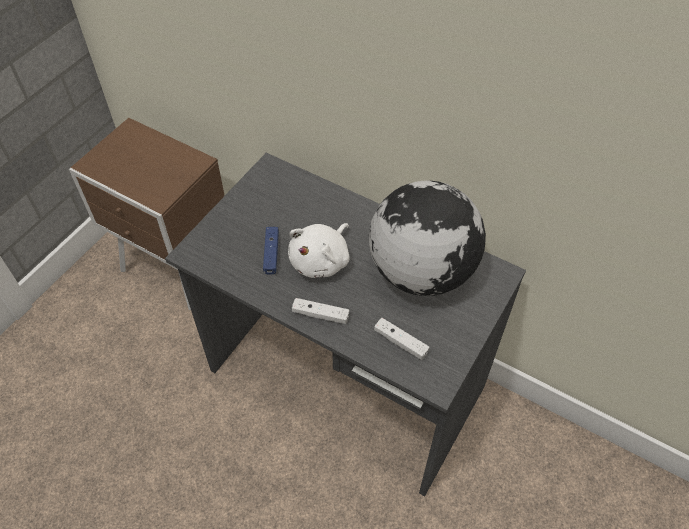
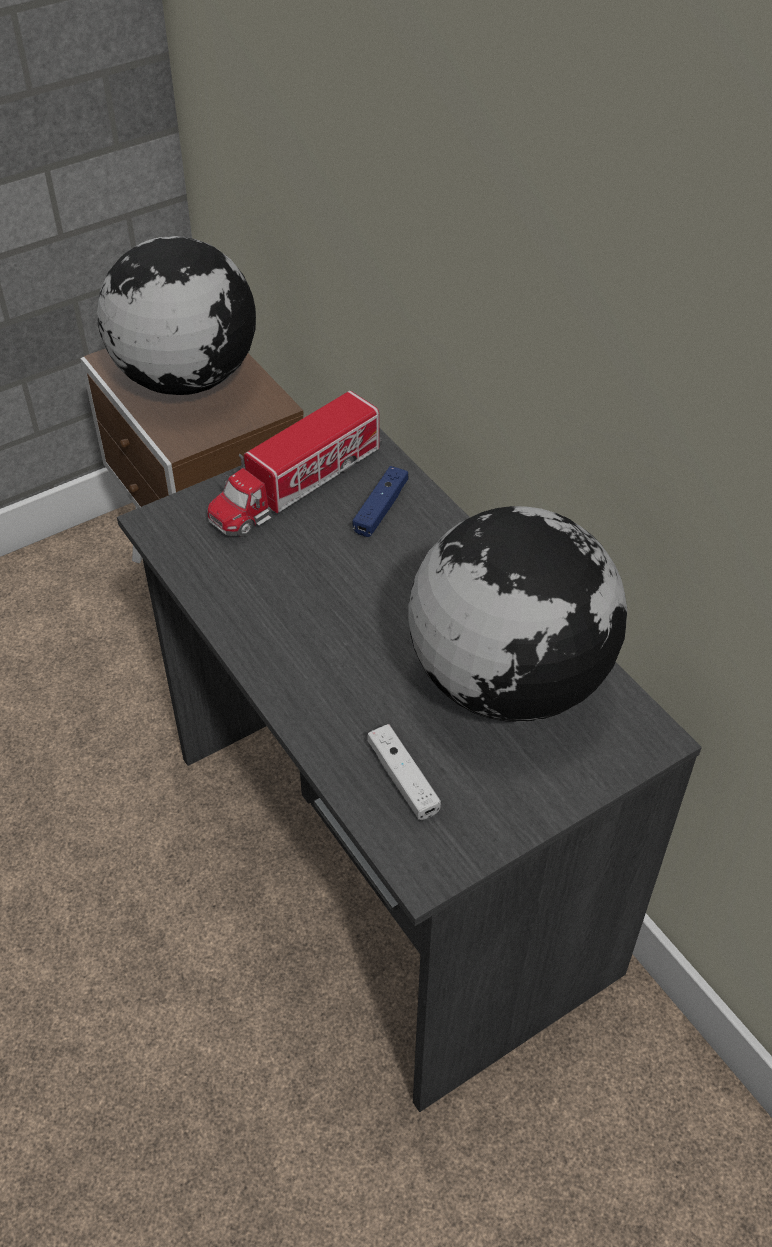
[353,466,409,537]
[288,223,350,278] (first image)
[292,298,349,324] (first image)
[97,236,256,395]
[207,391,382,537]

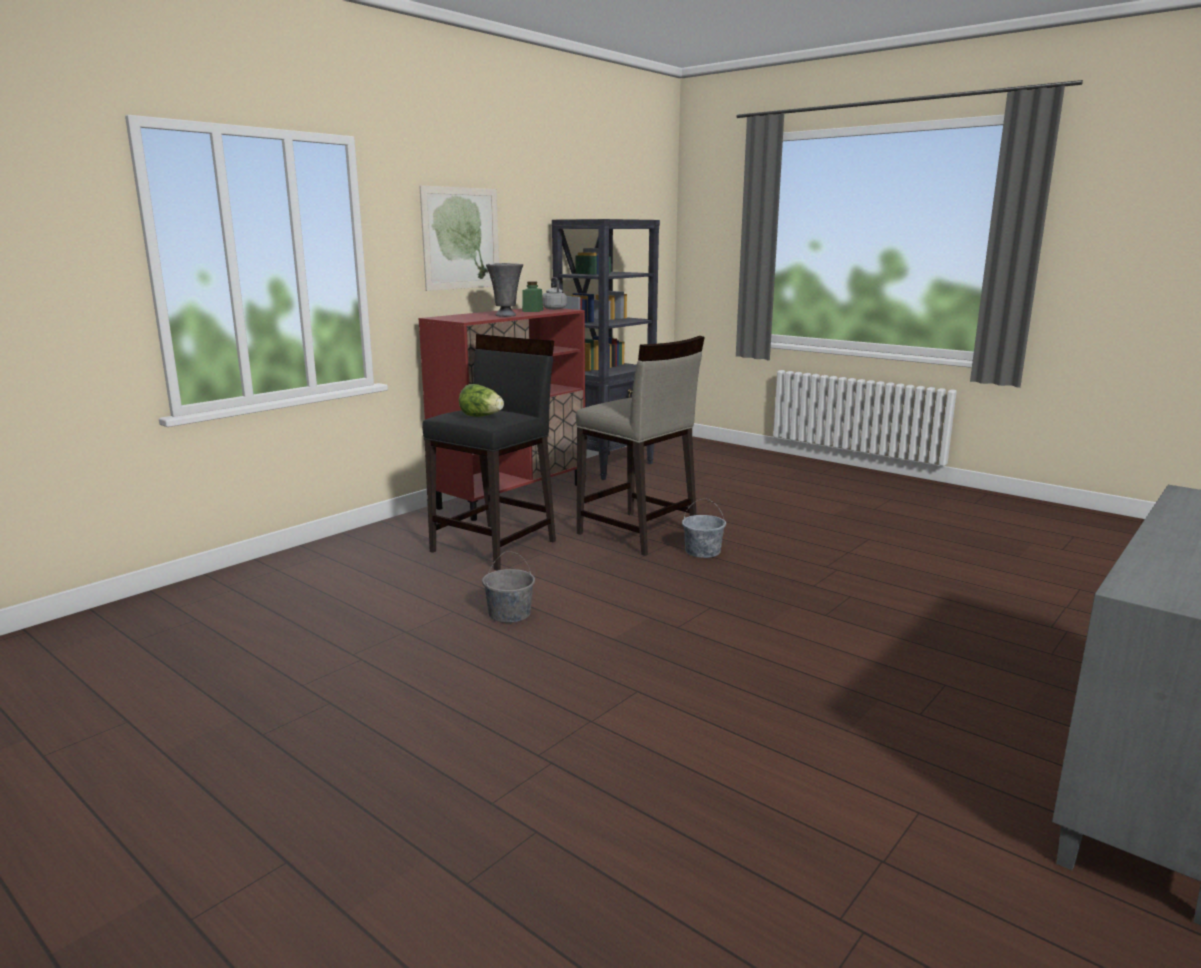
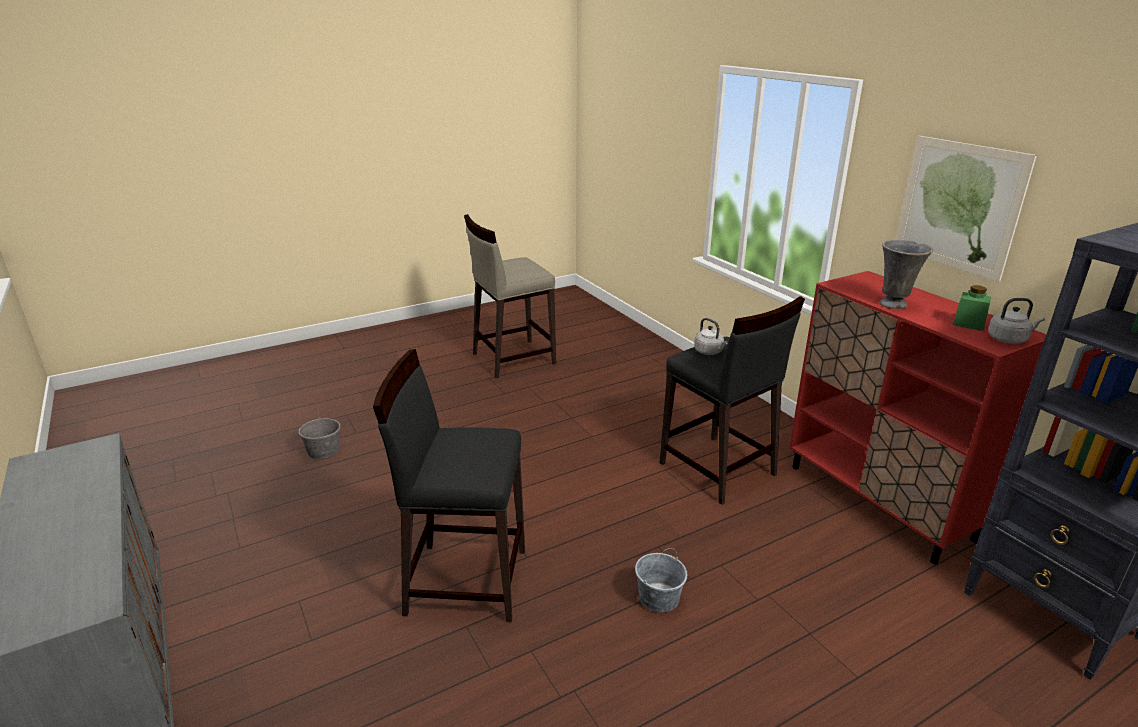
[694,318,728,355]
[298,409,341,459]
[464,214,556,378]
[373,349,525,622]

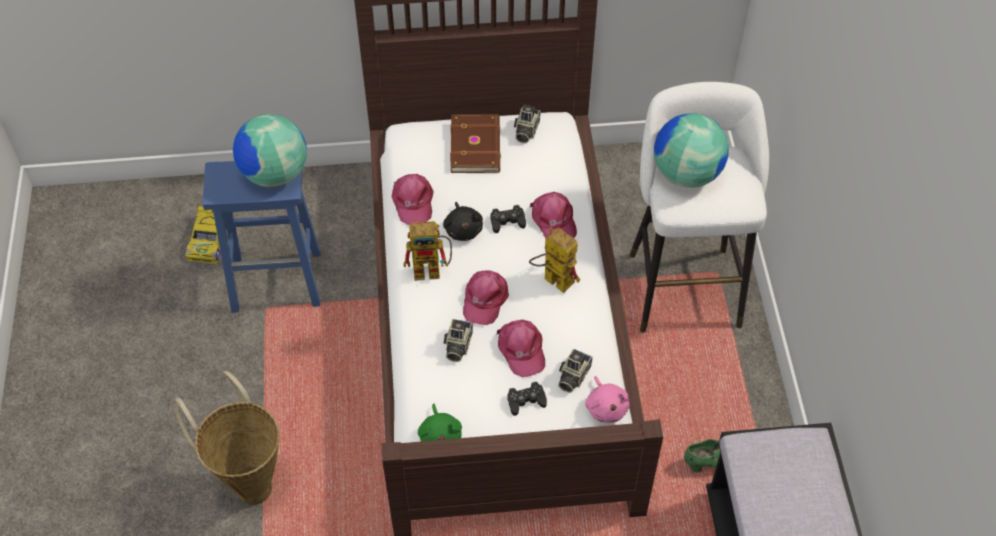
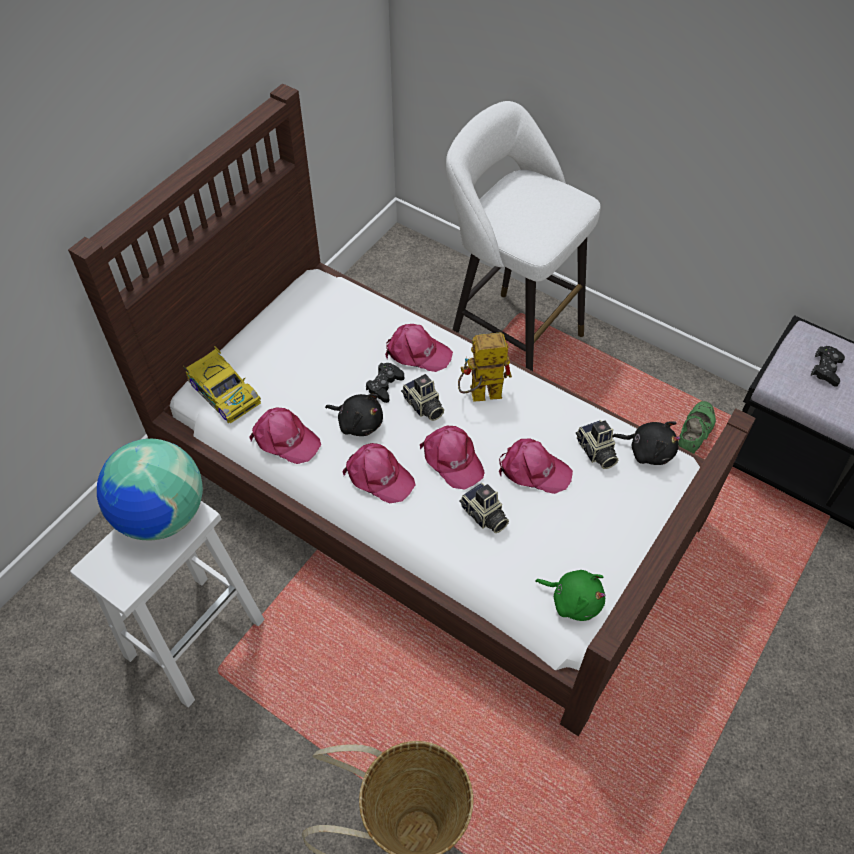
[183,346,261,423]
[70,501,265,708]
[343,443,415,503]
[450,114,501,173] (first image)
[811,346,845,387]
[401,374,444,421]
[612,421,681,465]
[654,113,729,188] (first image)

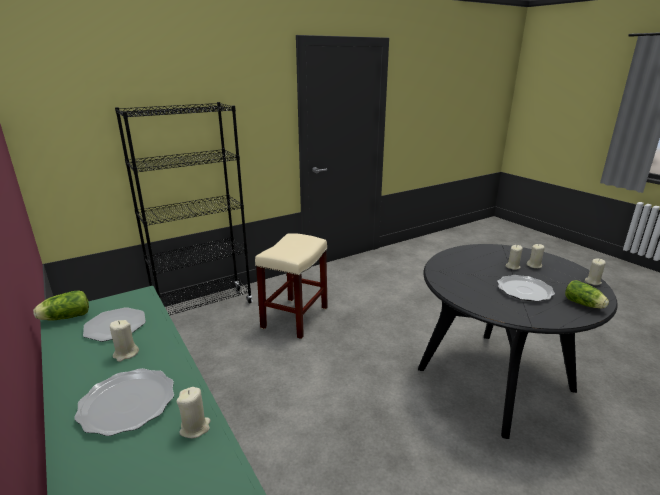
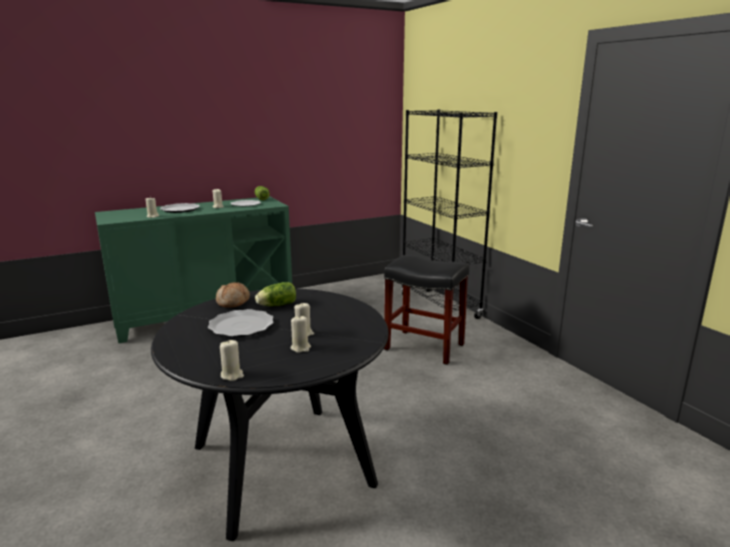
[384,255,469,365]
[255,282,296,306]
[216,282,250,308]

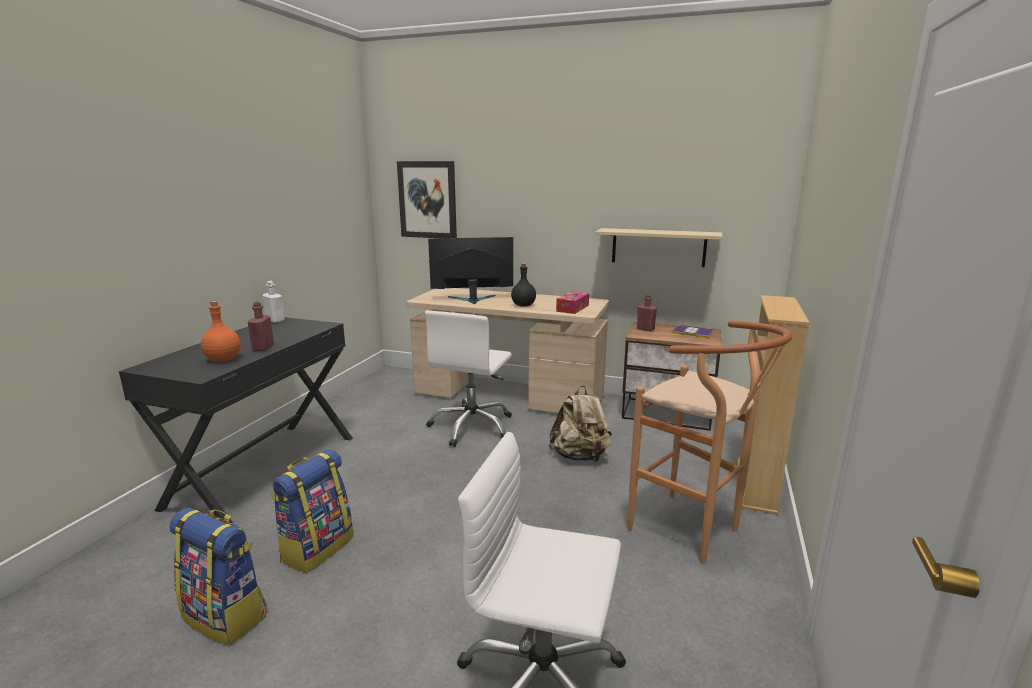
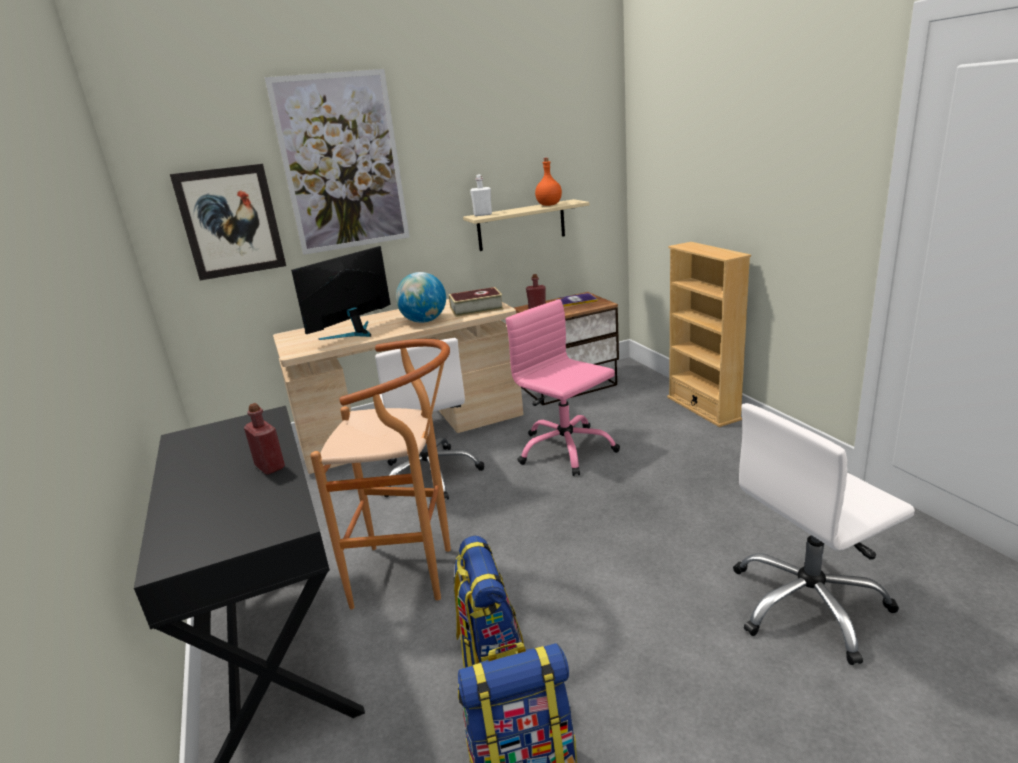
[535,158,562,206]
[470,174,492,216]
[396,272,446,323]
[506,299,620,476]
[449,287,504,317]
[310,339,451,609]
[265,69,410,255]

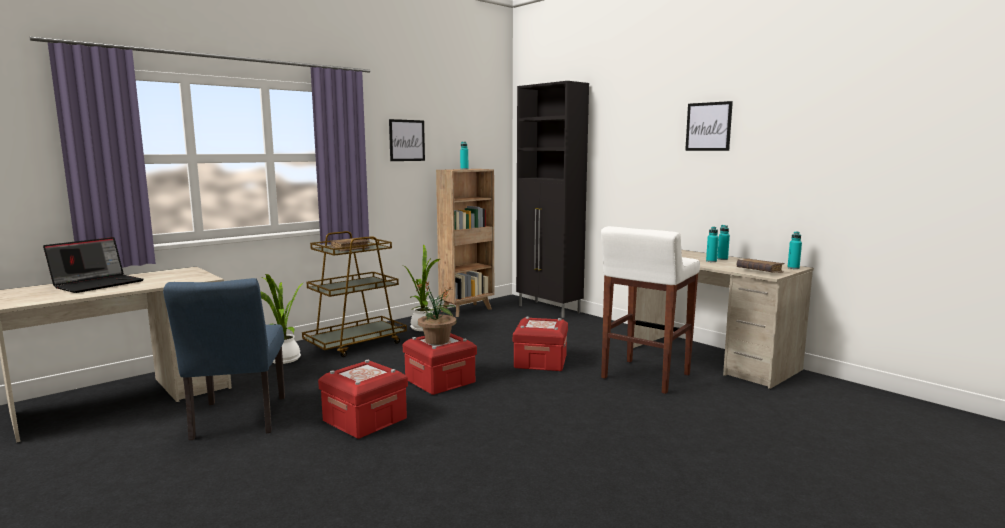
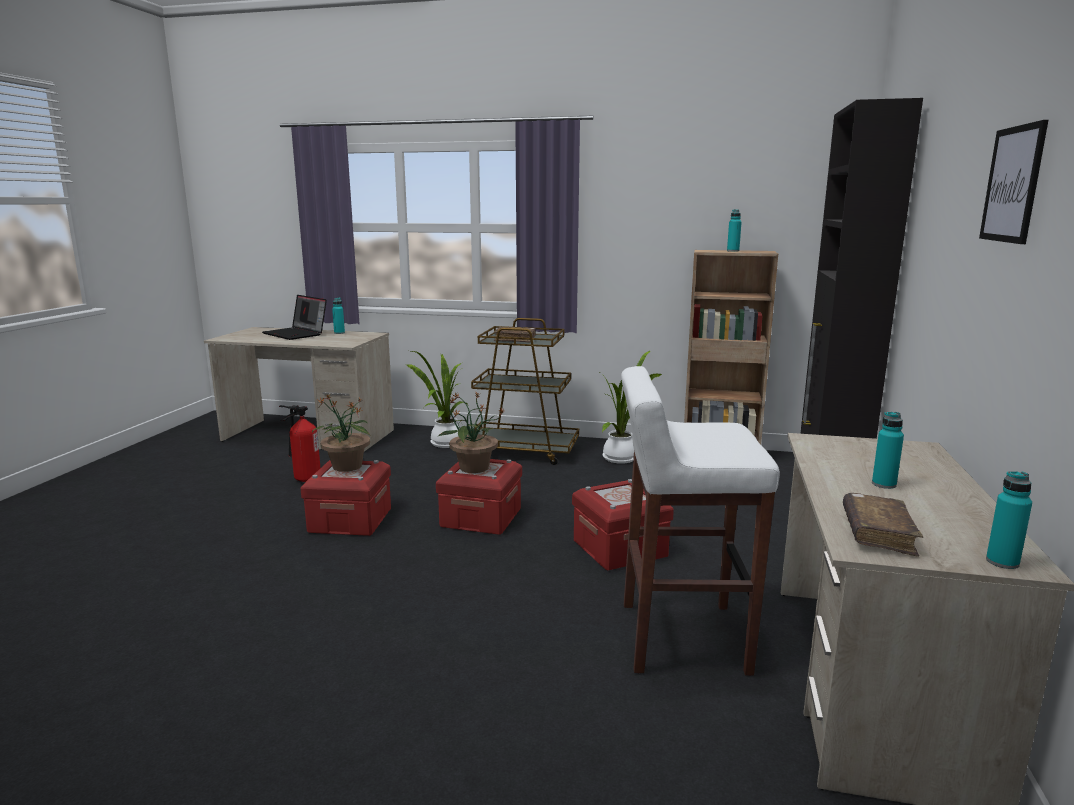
[262,295,327,340]
[279,405,320,482]
[389,119,425,161] (first image)
[332,298,345,334]
[312,394,370,472]

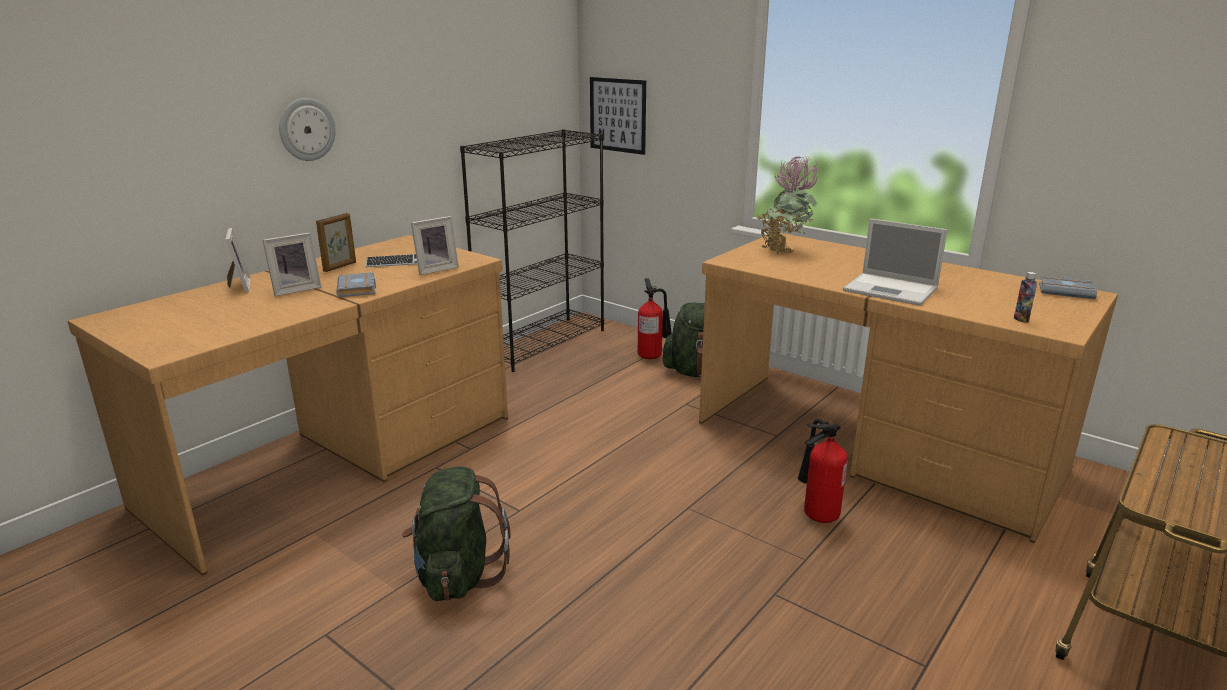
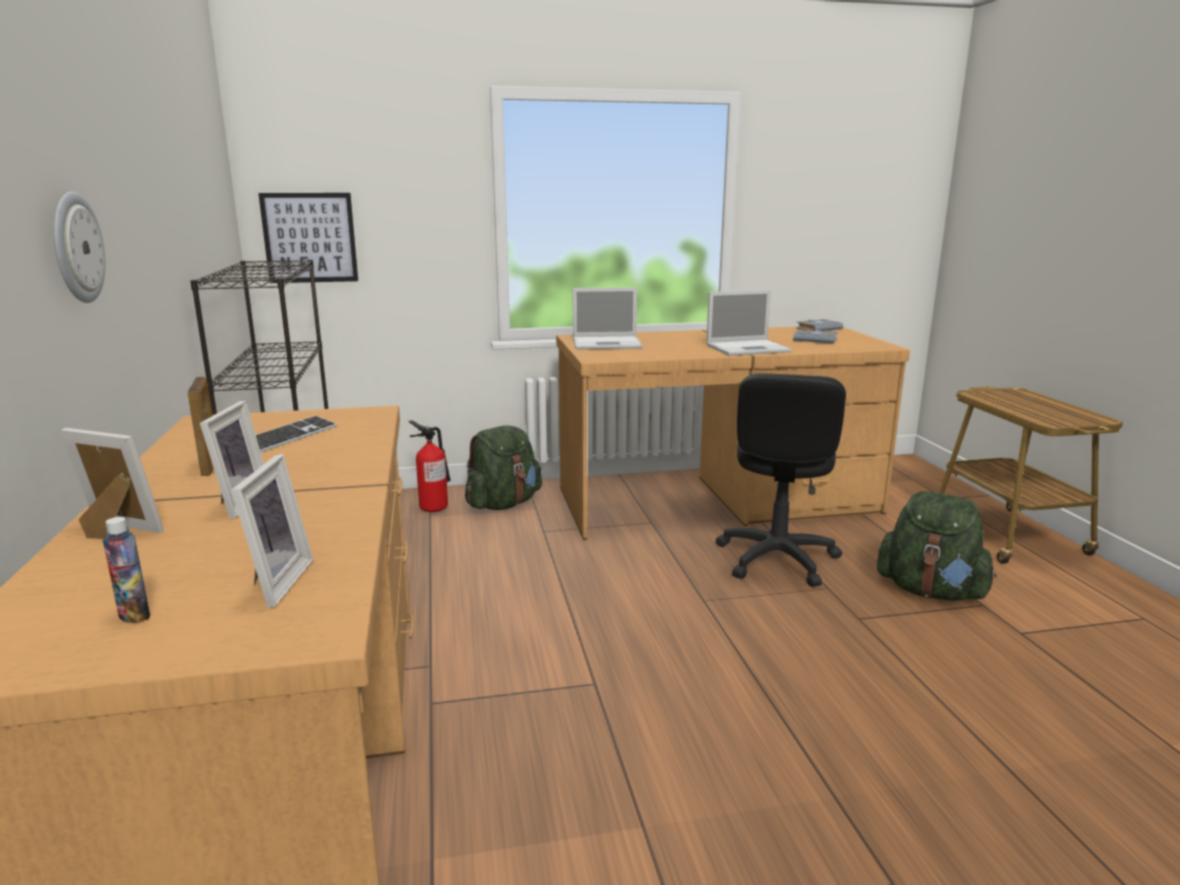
[793,329,838,344]
[877,491,997,601]
[231,454,313,608]
[573,287,643,350]
[716,373,846,587]
[103,517,150,623]

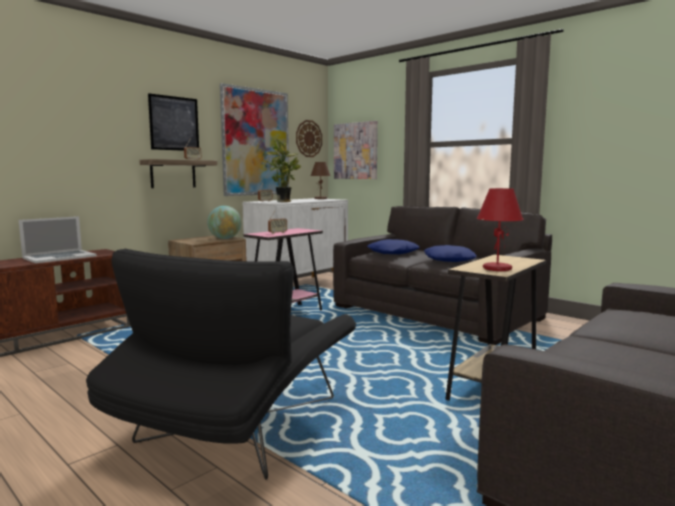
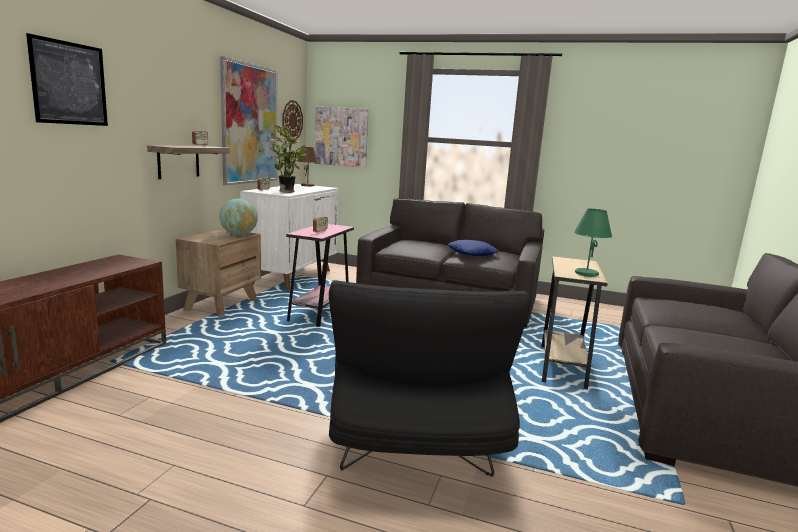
[19,216,97,263] (first image)
[26,33,108,126]
[367,239,419,254] (first image)
[574,209,612,277]

